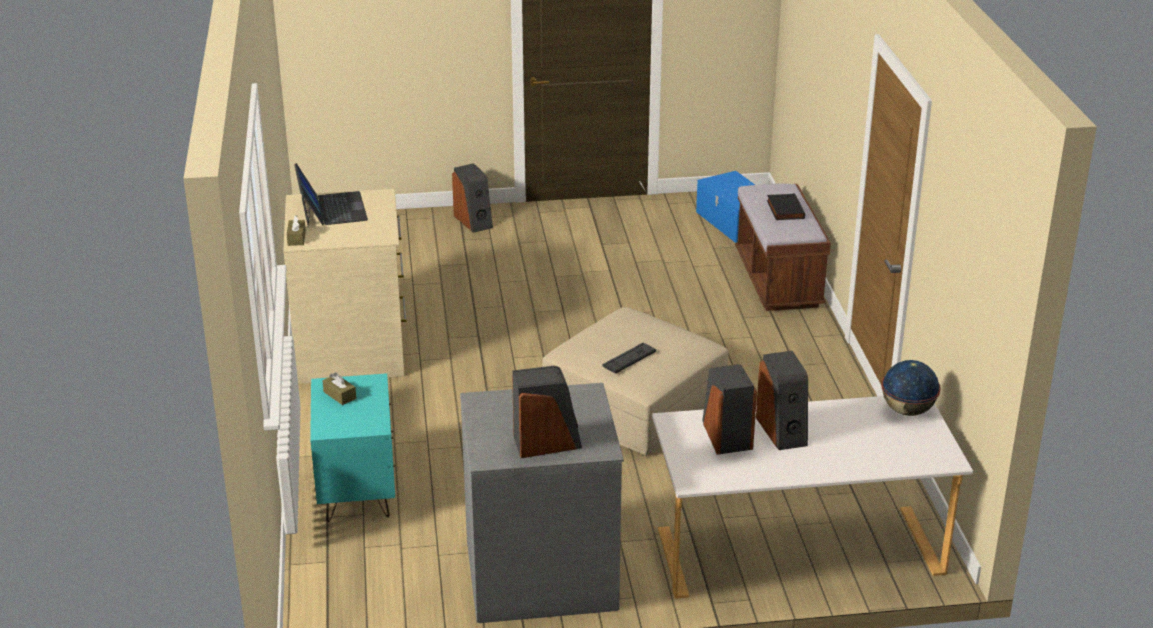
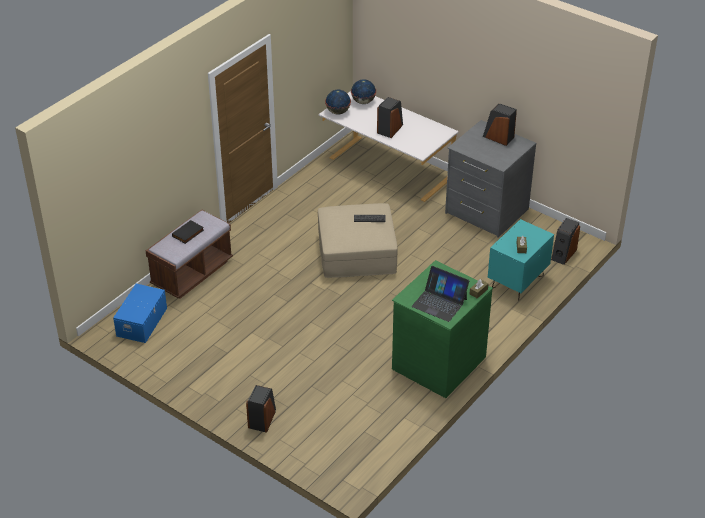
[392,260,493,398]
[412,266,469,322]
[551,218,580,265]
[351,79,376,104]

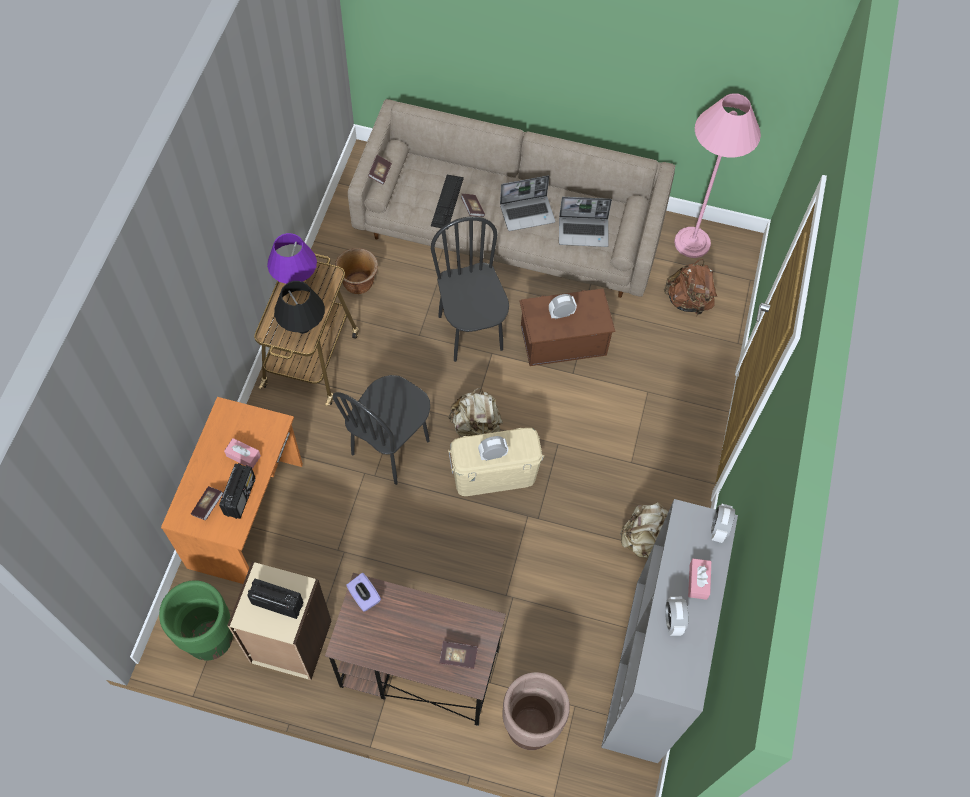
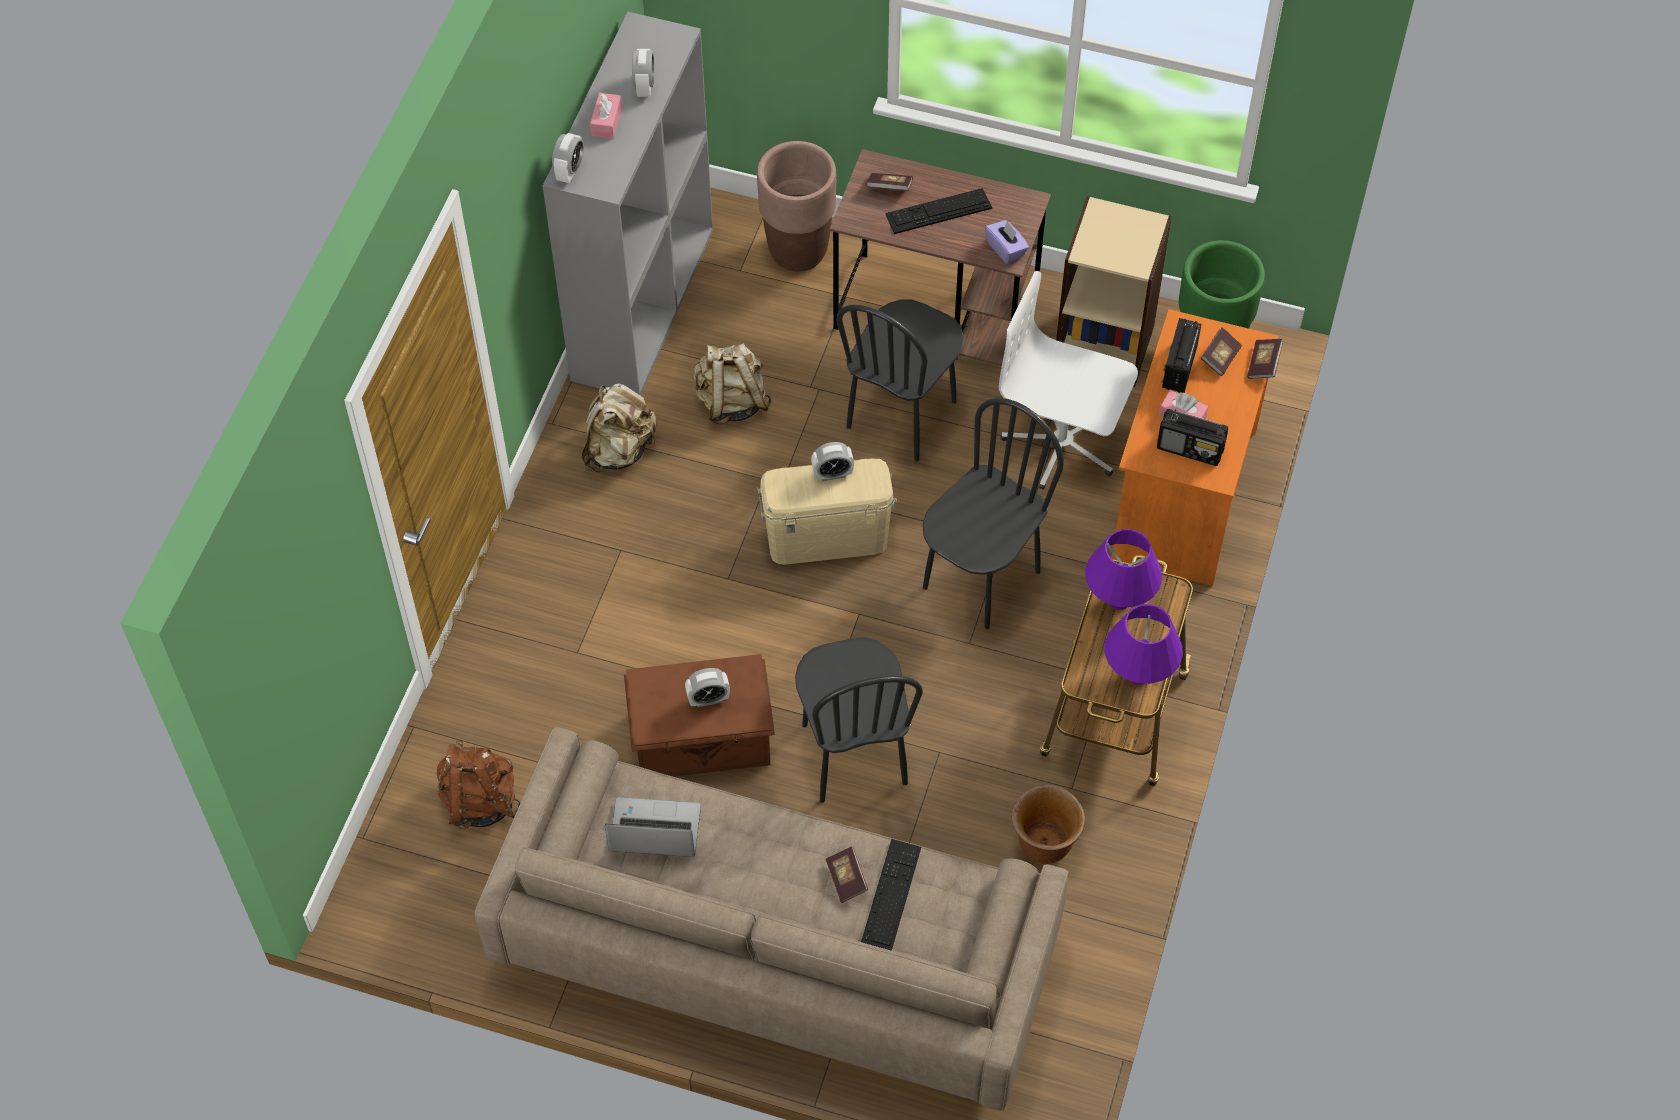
[1157,409,1228,466]
[1085,529,1162,610]
[1247,339,1283,379]
[693,343,772,424]
[500,175,556,231] (first image)
[674,93,761,258] (first image)
[836,299,964,462]
[885,188,992,234]
[999,271,1138,490]

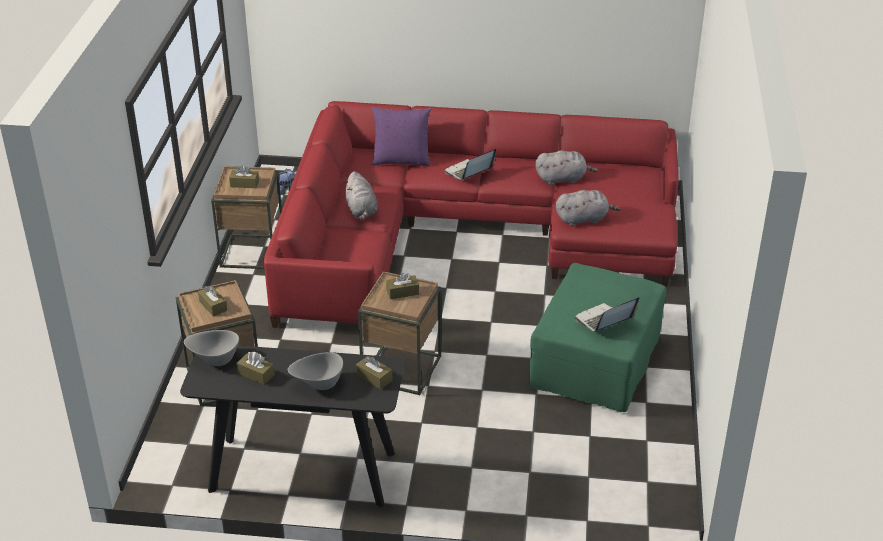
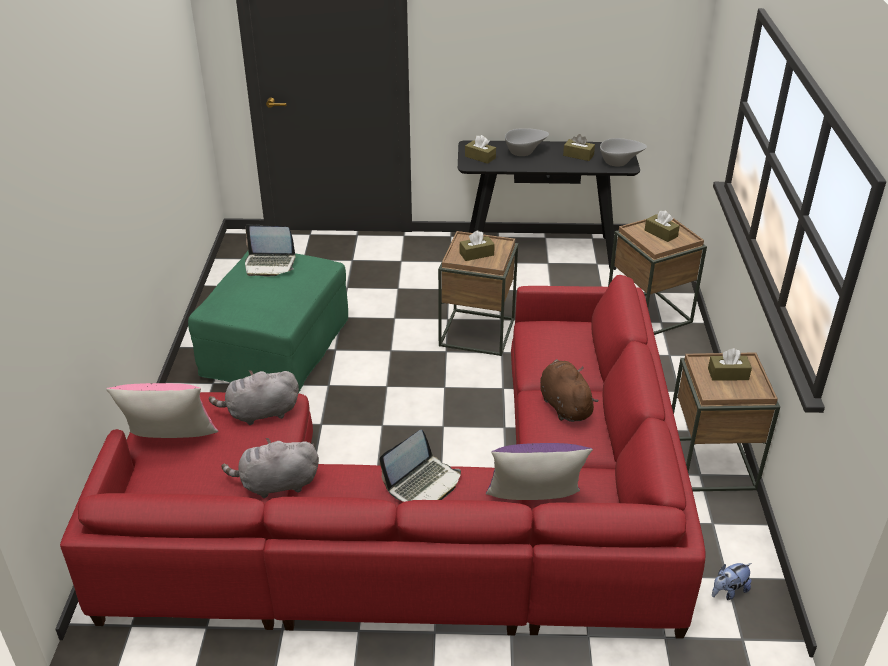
[540,359,598,422]
[245,224,296,277]
[106,383,218,438]

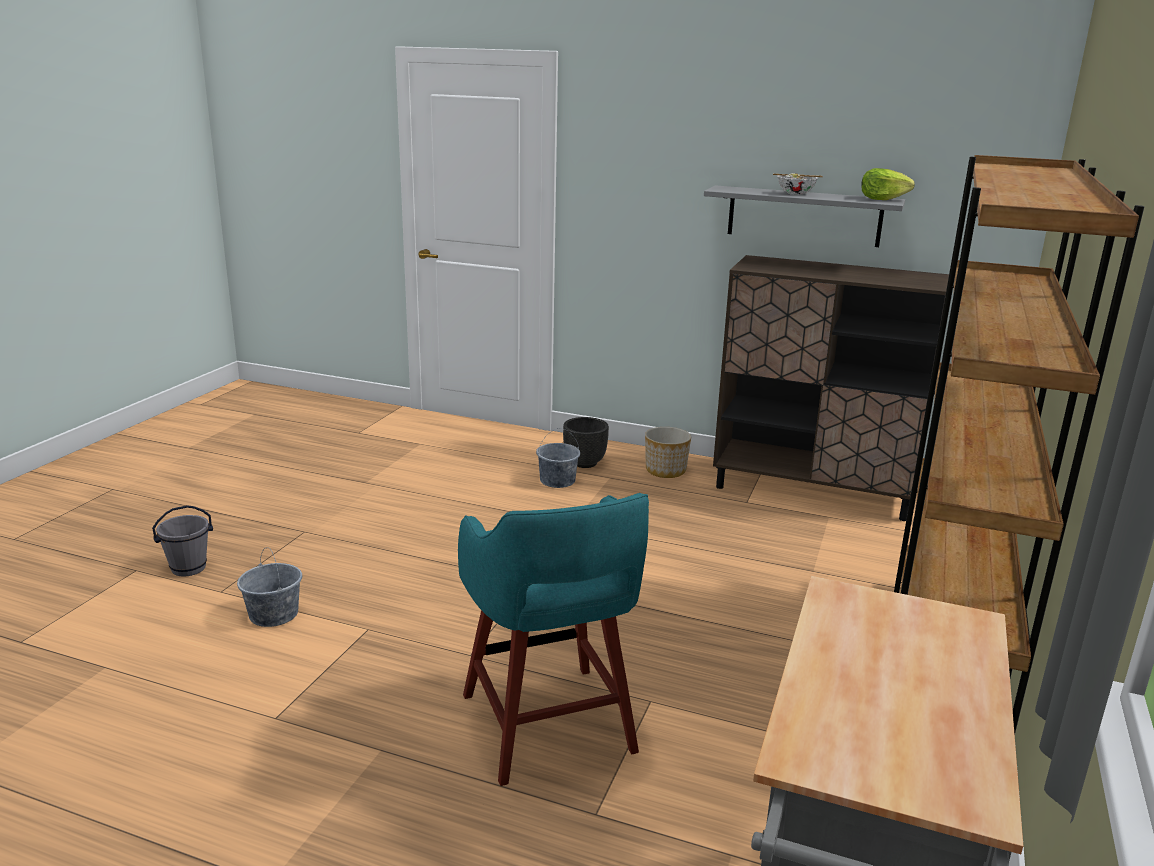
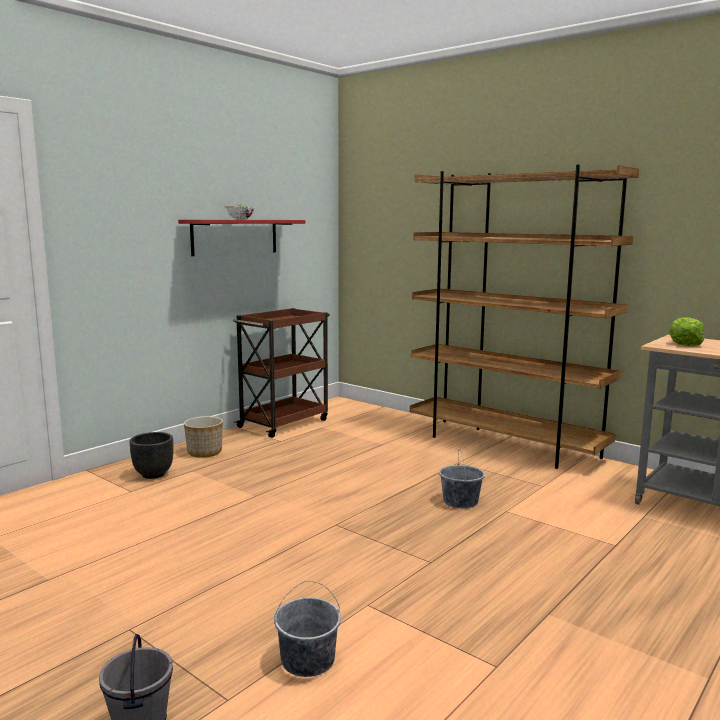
[458,493,649,786] (first image)
[439,450,485,508]
[178,220,305,256]
[233,308,330,438]
[669,317,704,346]

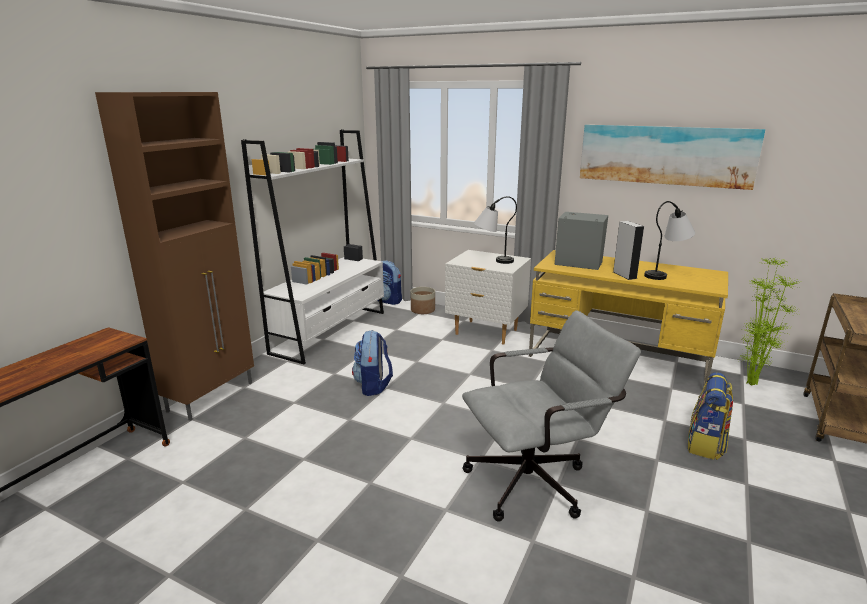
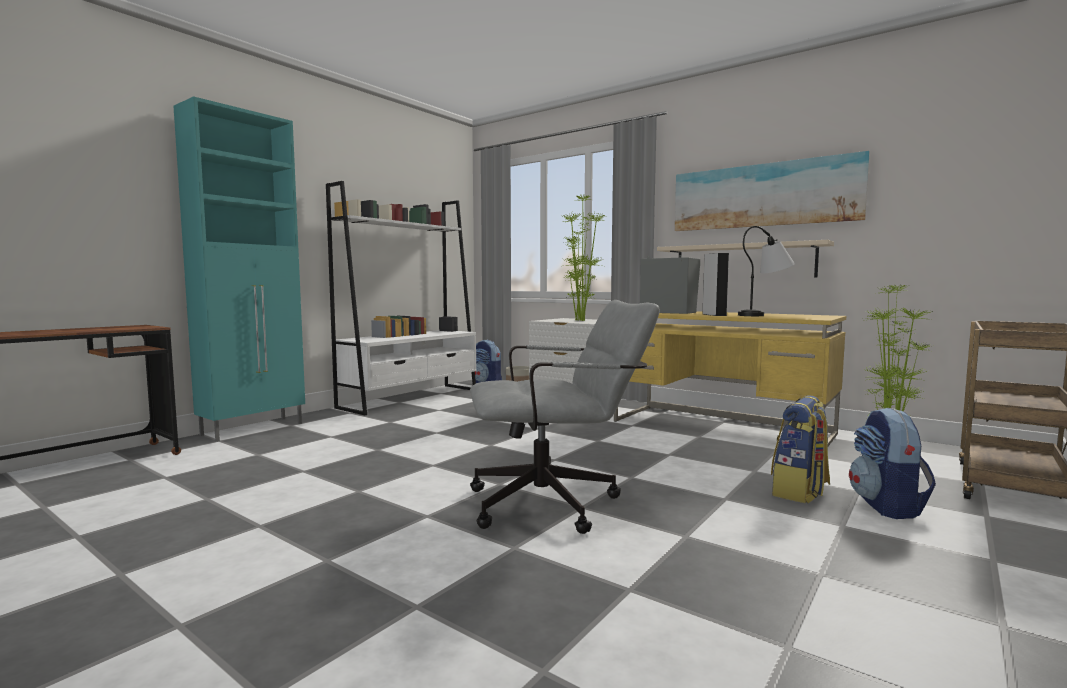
[173,96,305,442]
[849,408,936,519]
[561,195,606,321]
[657,240,834,278]

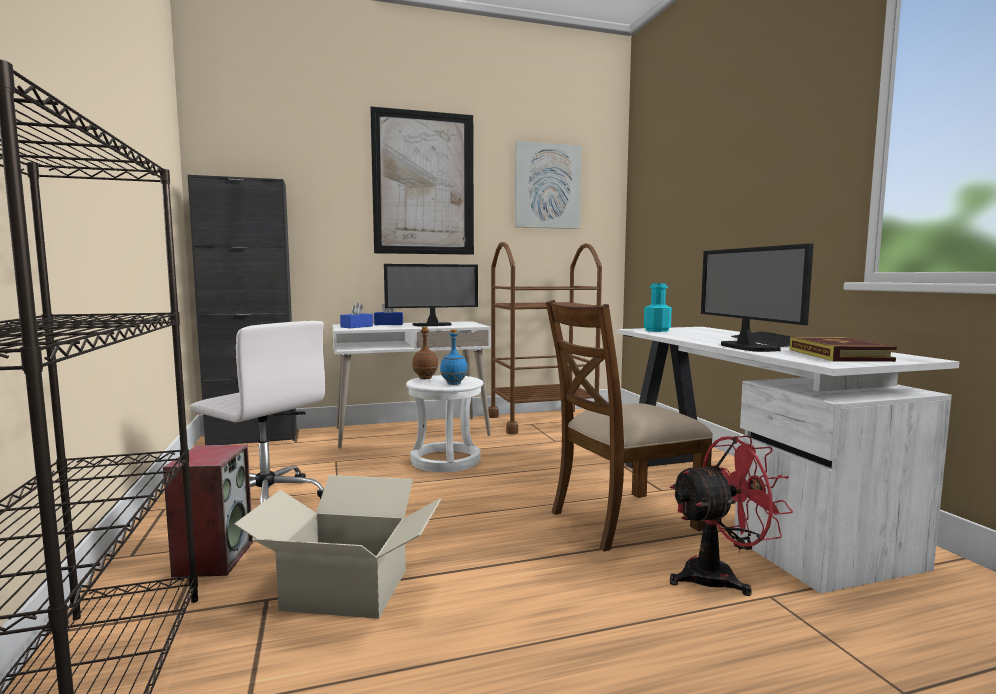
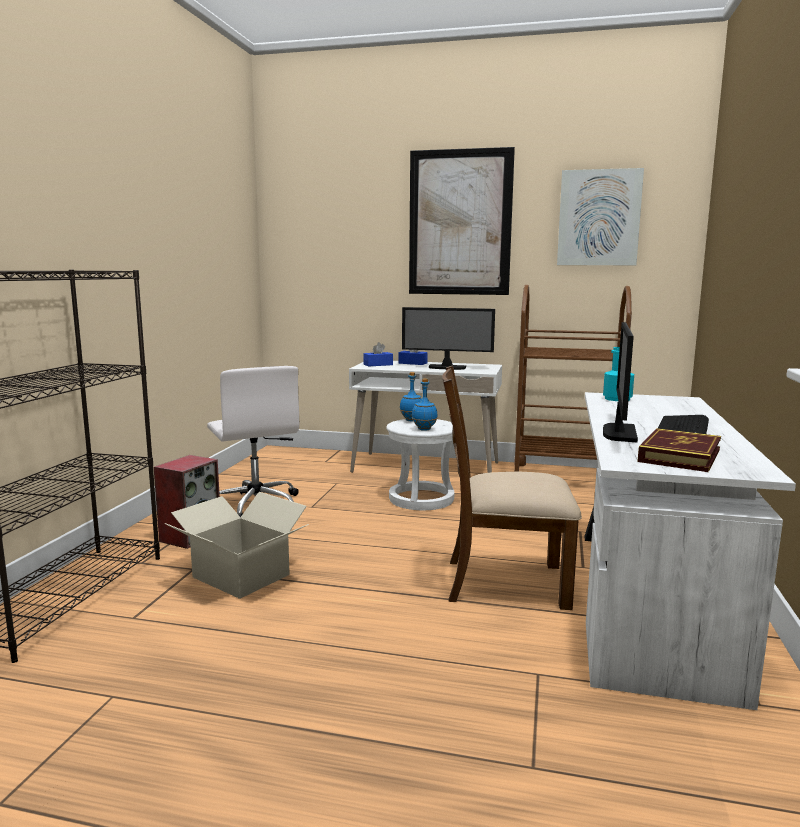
[188,175,297,445] (first image)
[400,372,422,421]
[670,436,793,596] (first image)

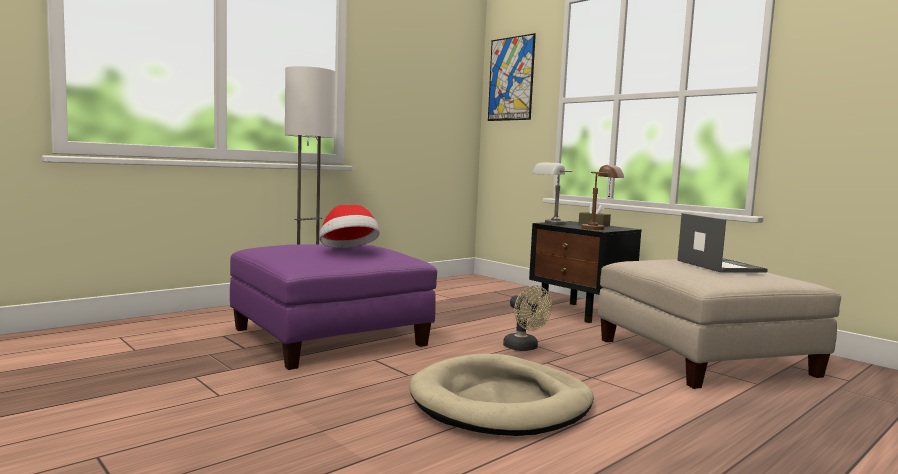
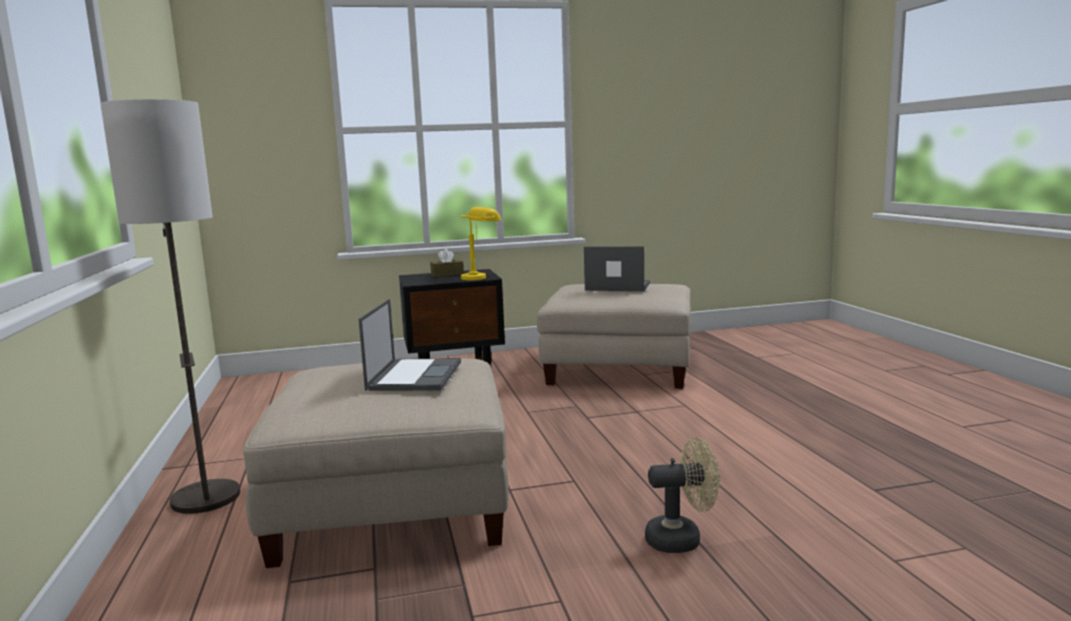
[243,359,509,568]
[359,299,461,391]
[409,354,594,436] (first image)
[488,33,536,121] (first image)
[645,437,720,553]
[532,163,572,225] (first image)
[460,207,501,280]

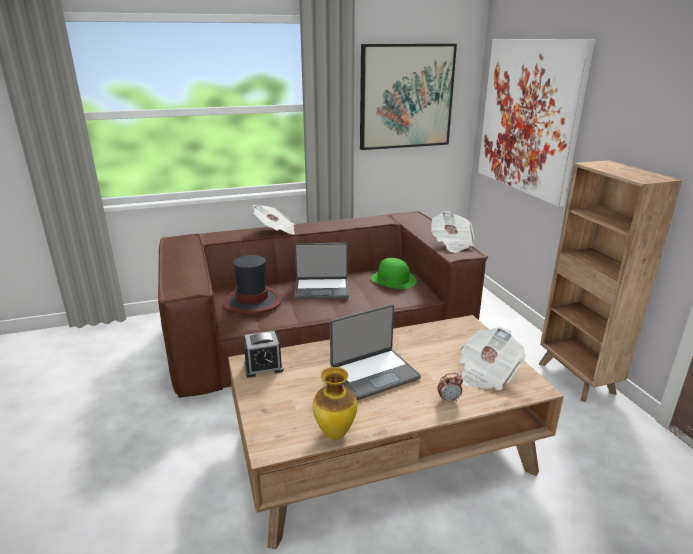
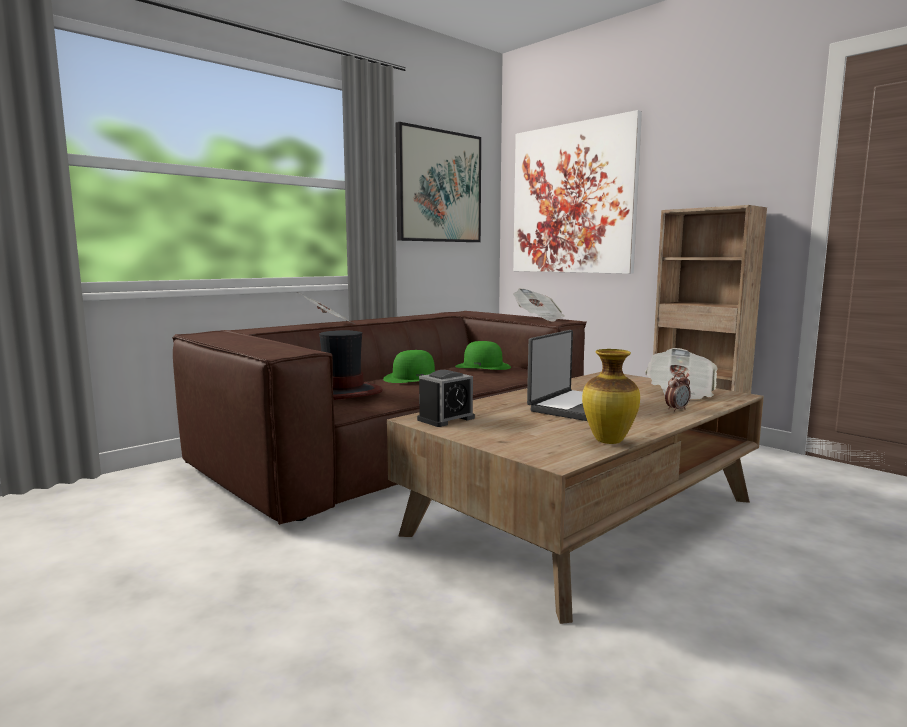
[383,350,435,383]

